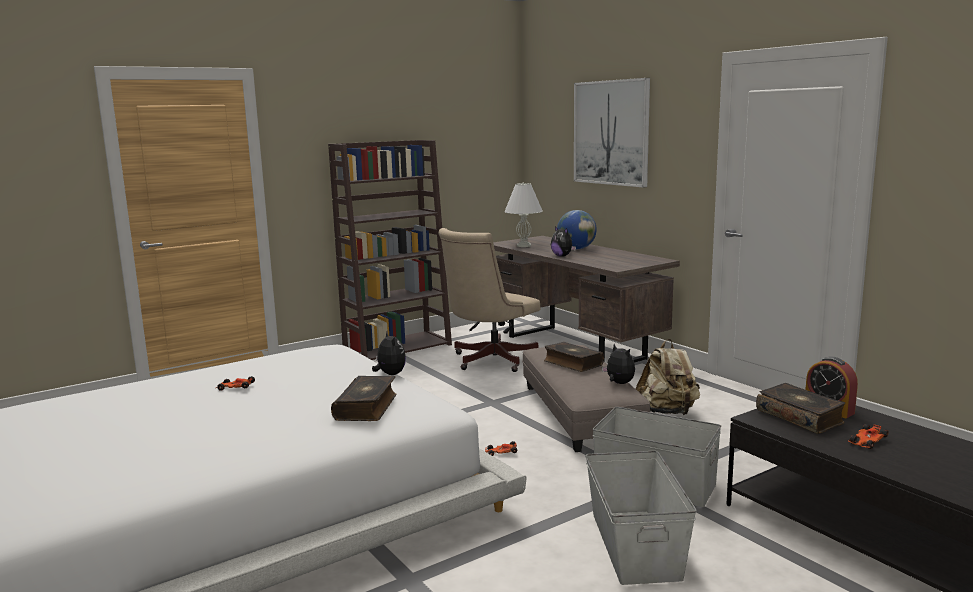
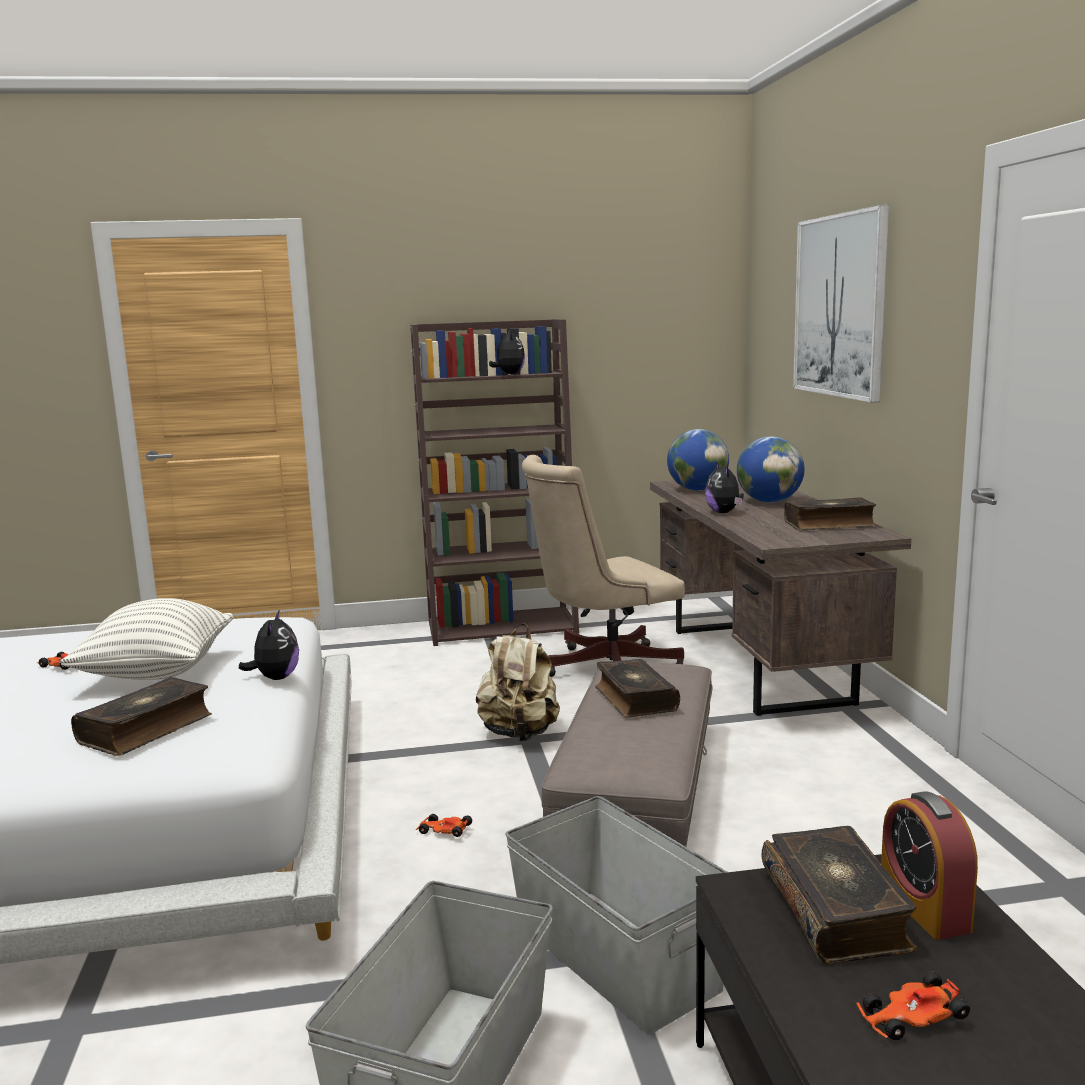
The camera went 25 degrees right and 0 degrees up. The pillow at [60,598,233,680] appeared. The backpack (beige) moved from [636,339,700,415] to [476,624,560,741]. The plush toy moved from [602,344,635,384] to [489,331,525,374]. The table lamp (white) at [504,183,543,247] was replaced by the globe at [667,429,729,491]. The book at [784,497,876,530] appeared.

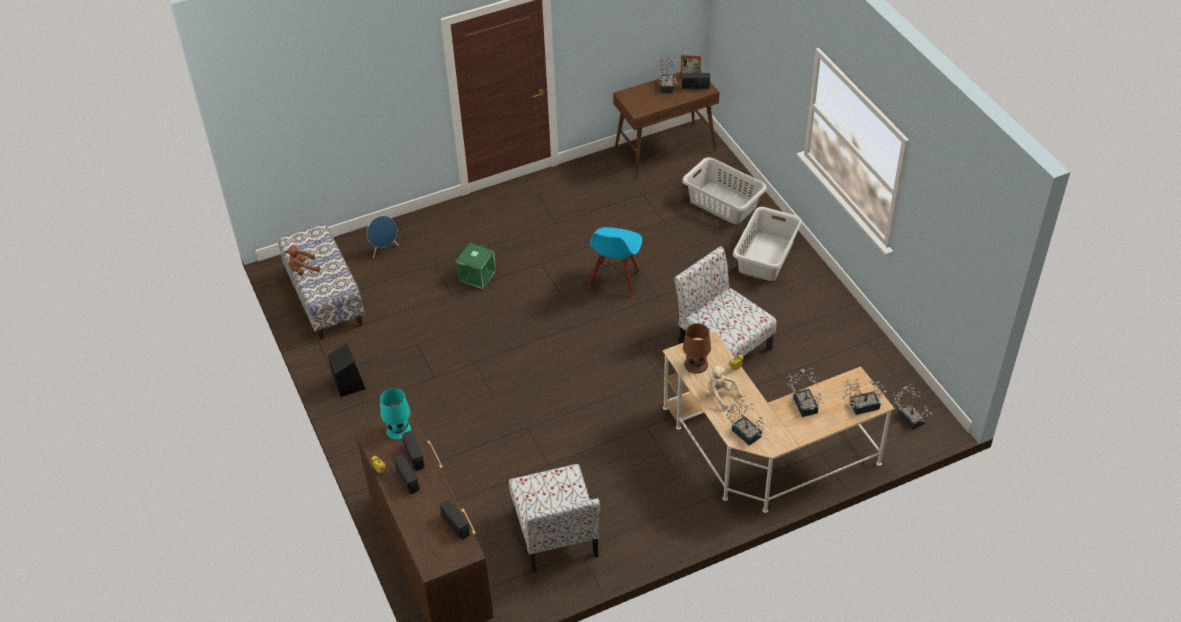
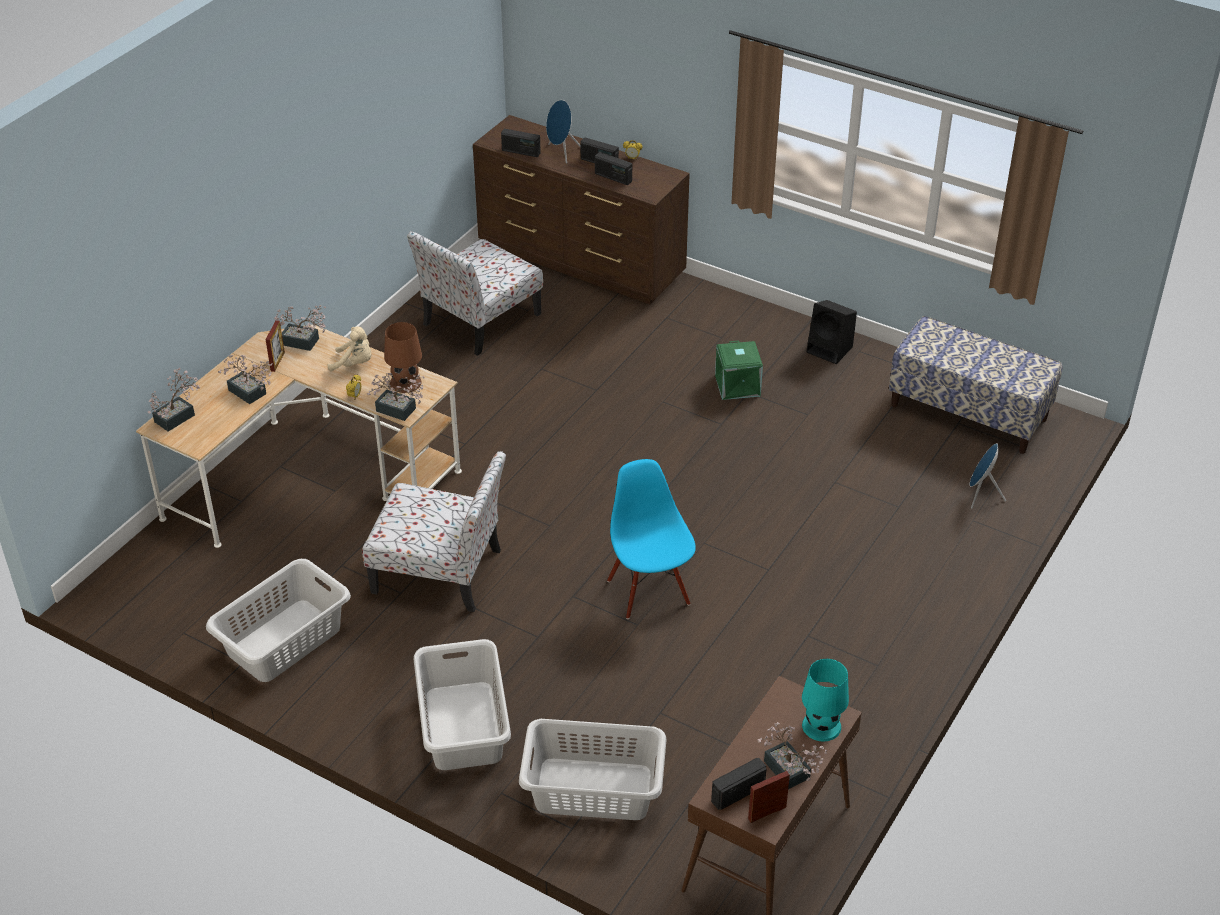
The camera went 145 degrees right and 5 degrees down. The laundry basket (grey) at [206,559,351,682] appeared. The picture frame at [265,320,285,372] appeared. The potted plant moved from [894,384,932,430] to [367,373,425,421]. The chair at [509,464,600,573] turned 90 degrees counterclockwise. The speaker (blue) at [546,100,581,164] appeared. The storage box (green) moved from [456,243,496,289] to [715,341,763,400]. The table lamp (turquoise) moved from [380,388,411,440] to [802,659,849,741]. The plush toy (brown) at [285,246,320,275] disappeared.

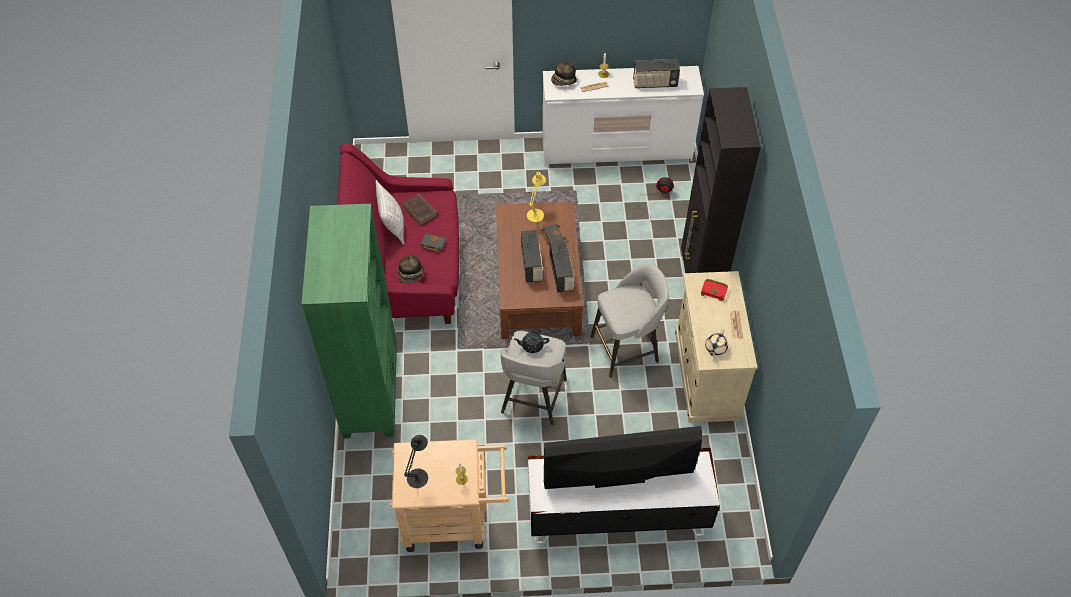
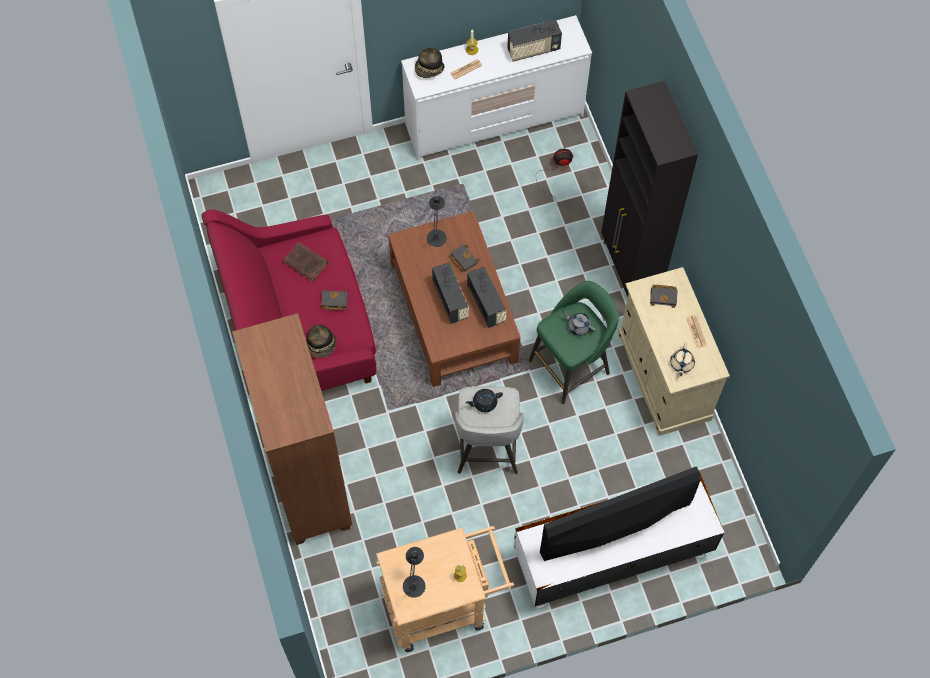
The camera went 15 degrees left and 10 degrees up. The bookcase (green) at [301,204,397,439] became the bookcase (brown) at [232,313,352,545]. The table lamp (yellow) at [527,172,546,222] became the table lamp (black) at [427,196,447,247]. The stool (grey) at [590,263,669,378] became the stool (green) at [529,281,619,404]. The teapot (grey) at [562,311,596,336] appeared. The book (red) at [700,279,728,301] became the book (black) at [650,285,678,308]. The pillow at [376,180,404,245] disappeared.

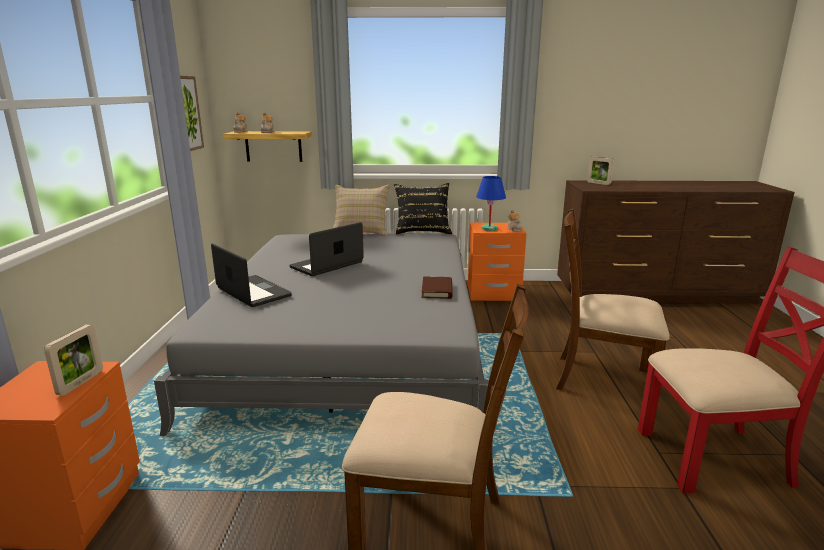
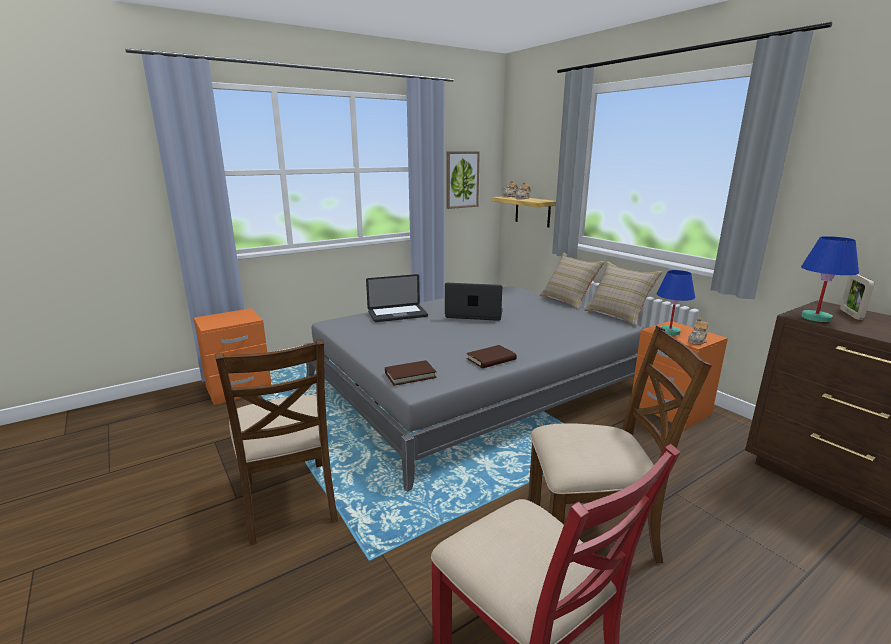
The camera went 55 degrees right and 0 degrees up. The laptop at [211,243,292,307] turned 60 degrees clockwise. The book (brown) at [385,360,437,386] appeared. The chair (brown) at [556,209,670,390] turned 105 degrees clockwise. The pillow (black) at [394,183,452,235] became the pillow (beige) at [584,261,662,327]. The table lamp (blue) at [801,236,859,322] appeared. The picture frame at [44,325,103,396] disappeared.

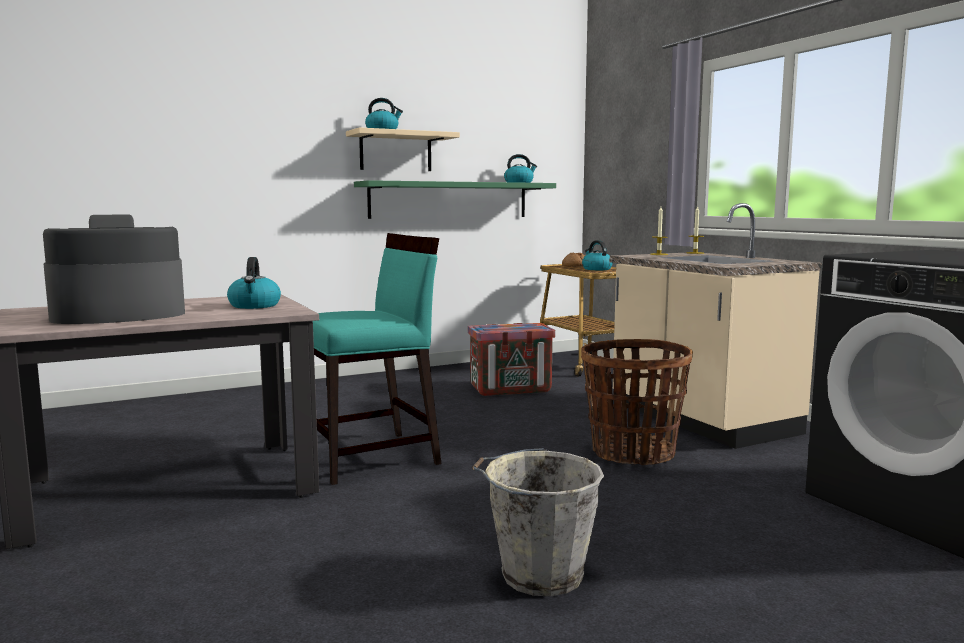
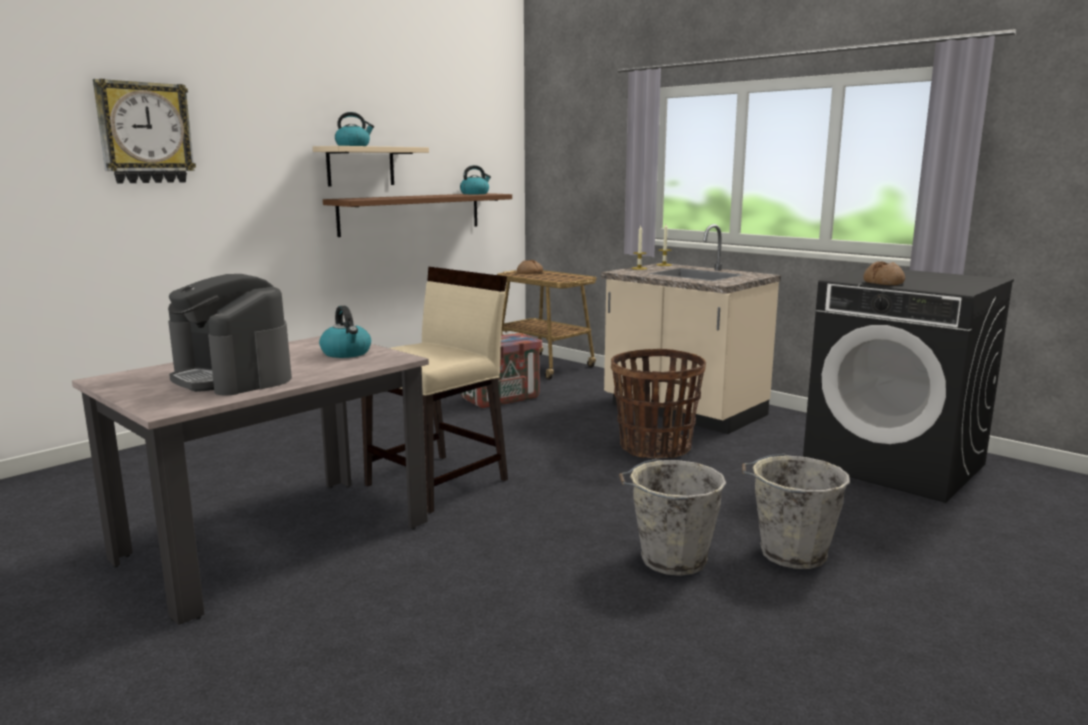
The camera went 20 degrees left and 5 degrees up. The wall clock at [93,79,196,184] appeared. The coffee machine at [43,214,185,324] turned 90 degrees counterclockwise. The shelf (green) at [354,180,556,219] became the shelf (brown) at [323,193,512,237]. The chair (turquoise) at [313,233,442,485] became the chair (beige) at [361,267,508,513]. The bucket (grey) at [742,454,850,569] appeared. The bread at [863,261,905,285] appeared. The kettle at [582,240,613,270] disappeared.

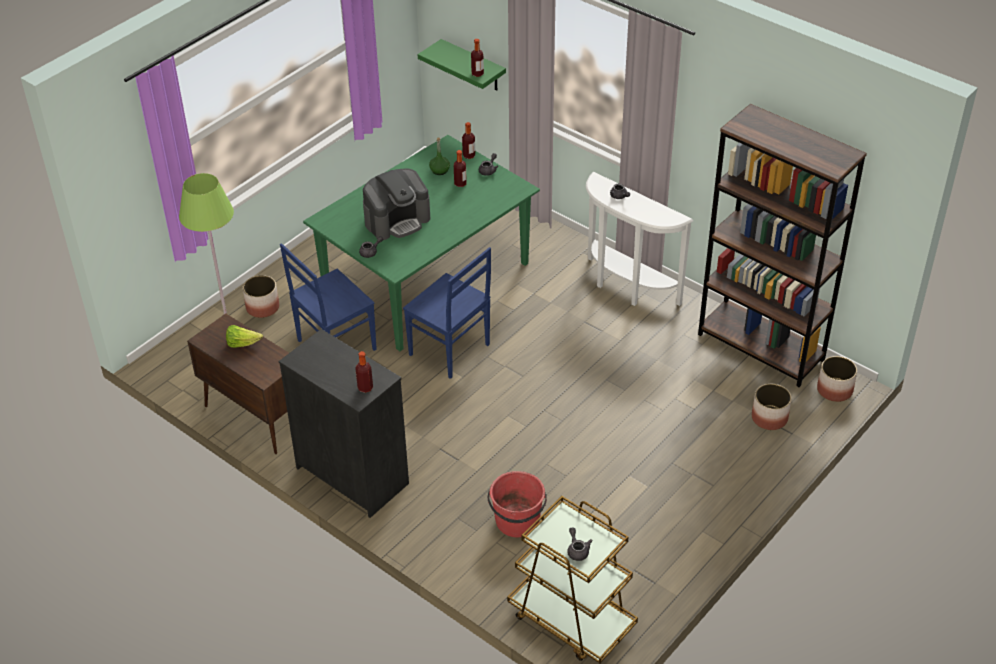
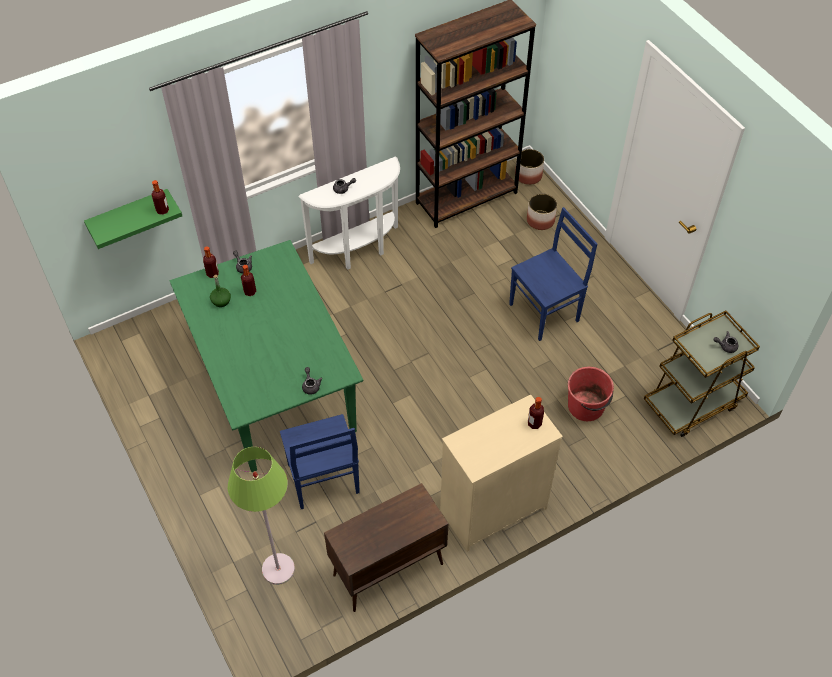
The camera went 70 degrees left and 10 degrees up. The dresser (black) at [279,329,409,518] became the dresser (beige) at [440,395,563,552]. The chair (blue) moved from [403,247,491,379] to [509,207,597,341]. The lettuce at [226,325,263,348] disappeared. The planter at [243,275,279,318] disappeared. The coffee machine at [363,169,430,240] disappeared.

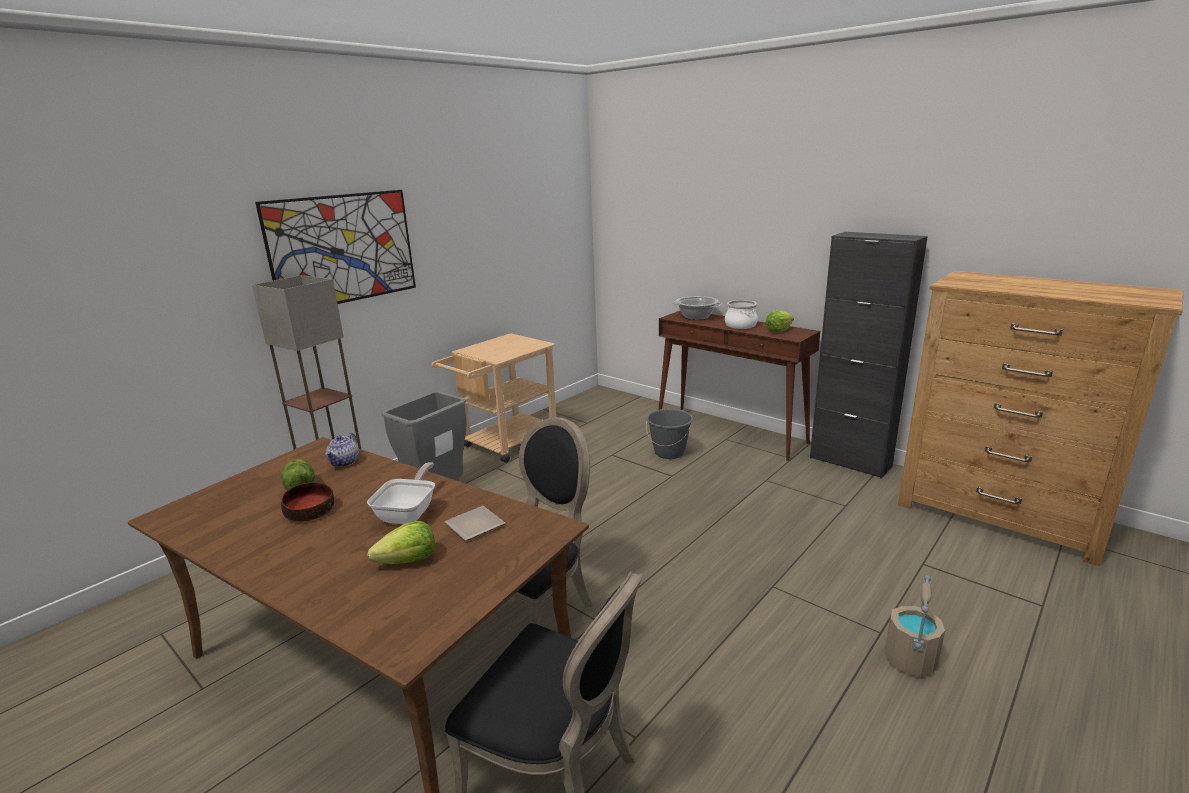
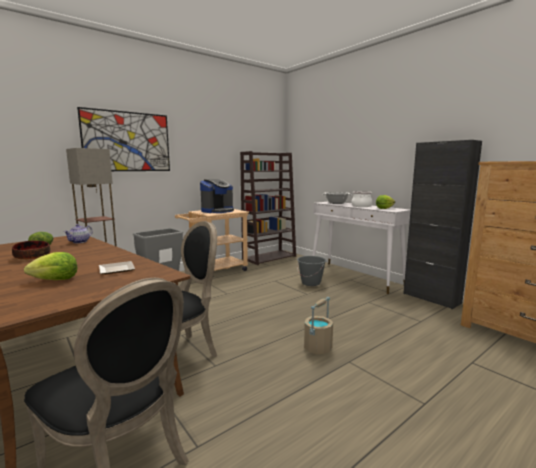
The camera went 10 degrees right and 10 degrees down. The coffee machine at [200,179,234,213] appeared. The bookcase (brown) at [240,151,296,265] appeared. The bucket (beige) moved from [885,575,945,678] to [304,297,333,354]. The console table (brown) at [659,310,820,461] became the console table (white) at [312,202,411,294]. The frying pan at [367,462,435,524] disappeared.

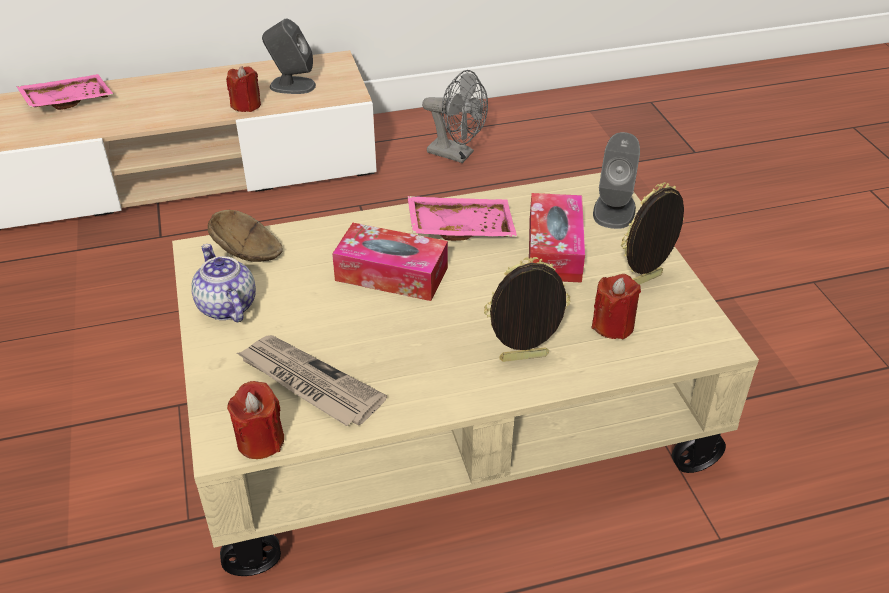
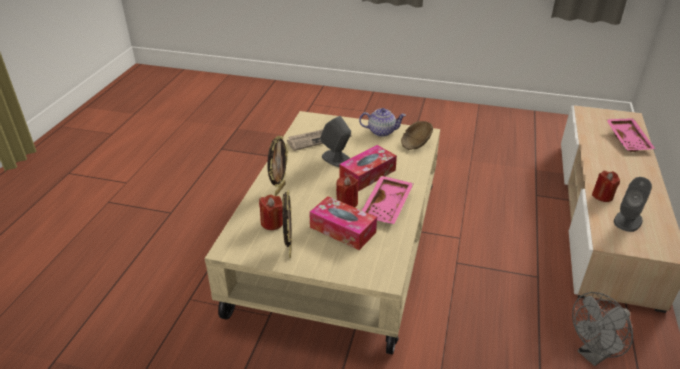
The camera went 120 degrees right and 5 degrees down. The speaker (grey) moved from [593,132,640,229] to [320,116,351,167]. The candle (red) moved from [227,381,284,459] to [336,175,359,207].

